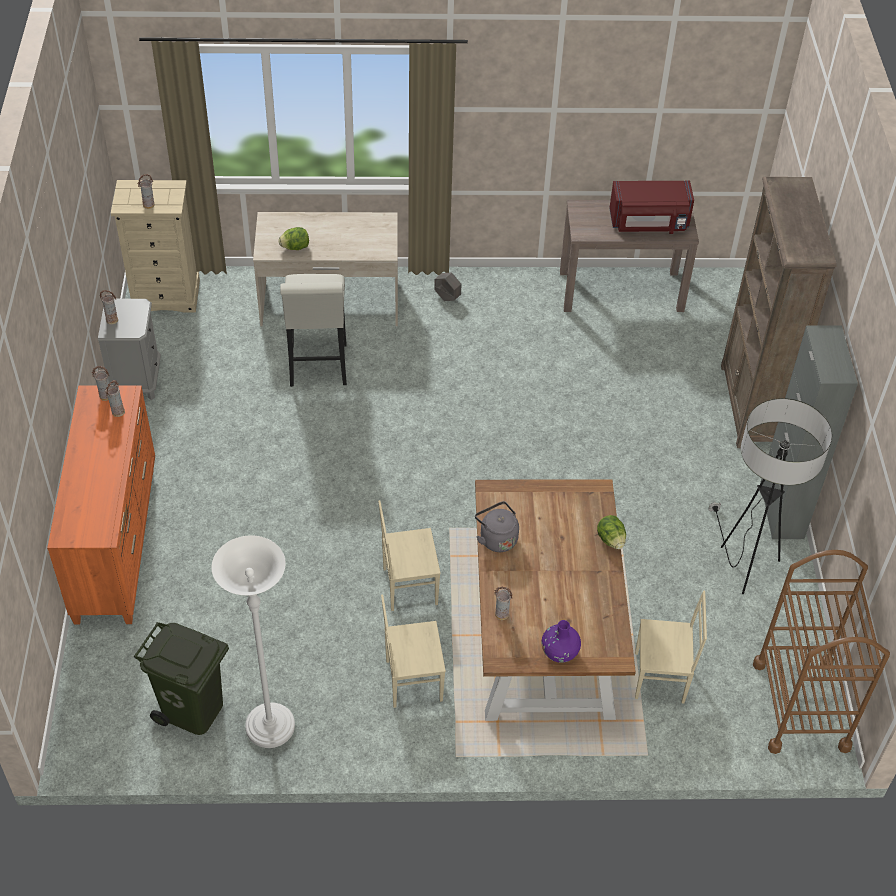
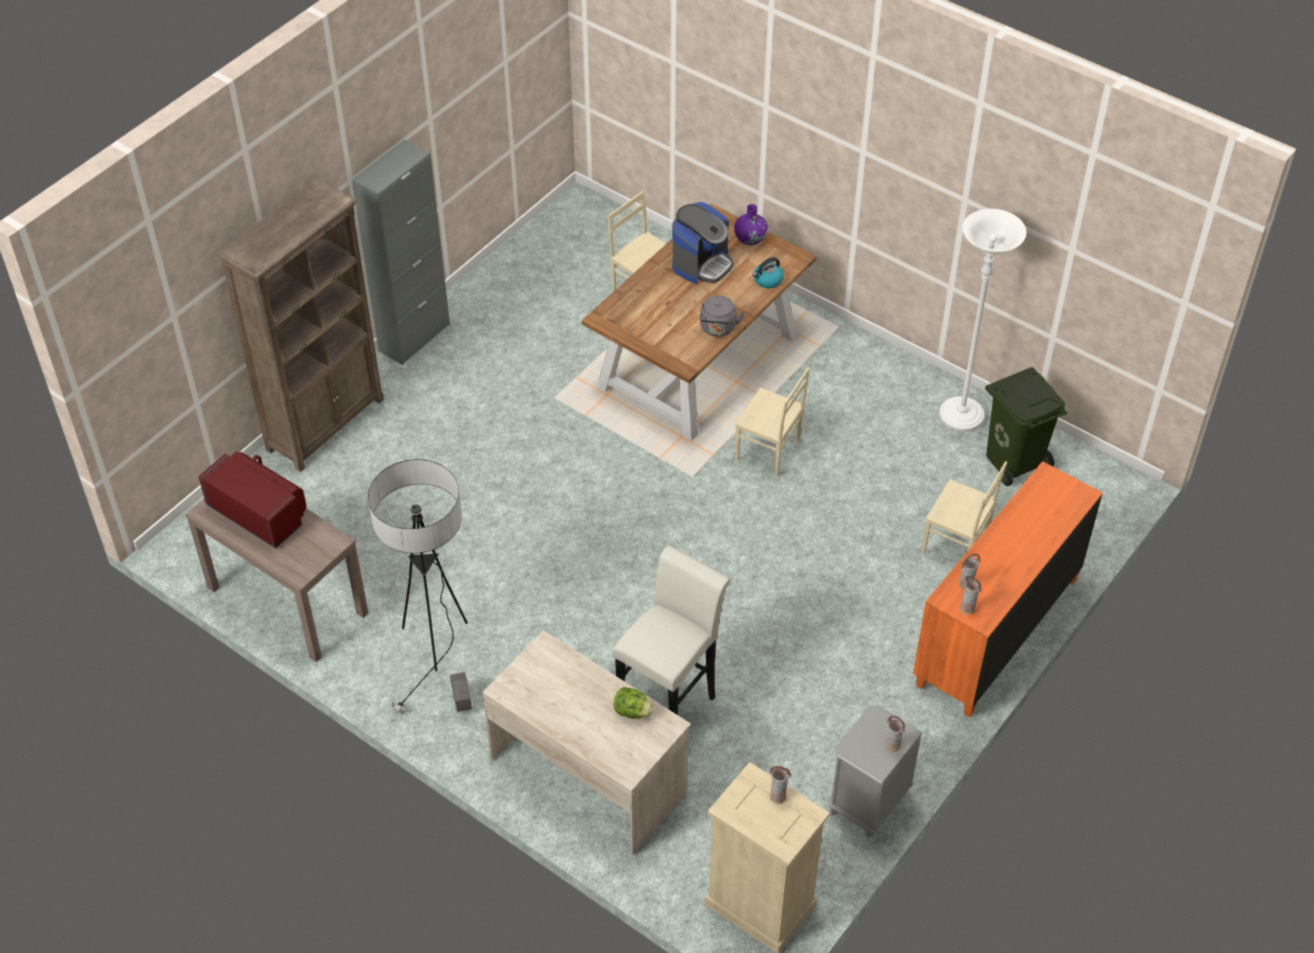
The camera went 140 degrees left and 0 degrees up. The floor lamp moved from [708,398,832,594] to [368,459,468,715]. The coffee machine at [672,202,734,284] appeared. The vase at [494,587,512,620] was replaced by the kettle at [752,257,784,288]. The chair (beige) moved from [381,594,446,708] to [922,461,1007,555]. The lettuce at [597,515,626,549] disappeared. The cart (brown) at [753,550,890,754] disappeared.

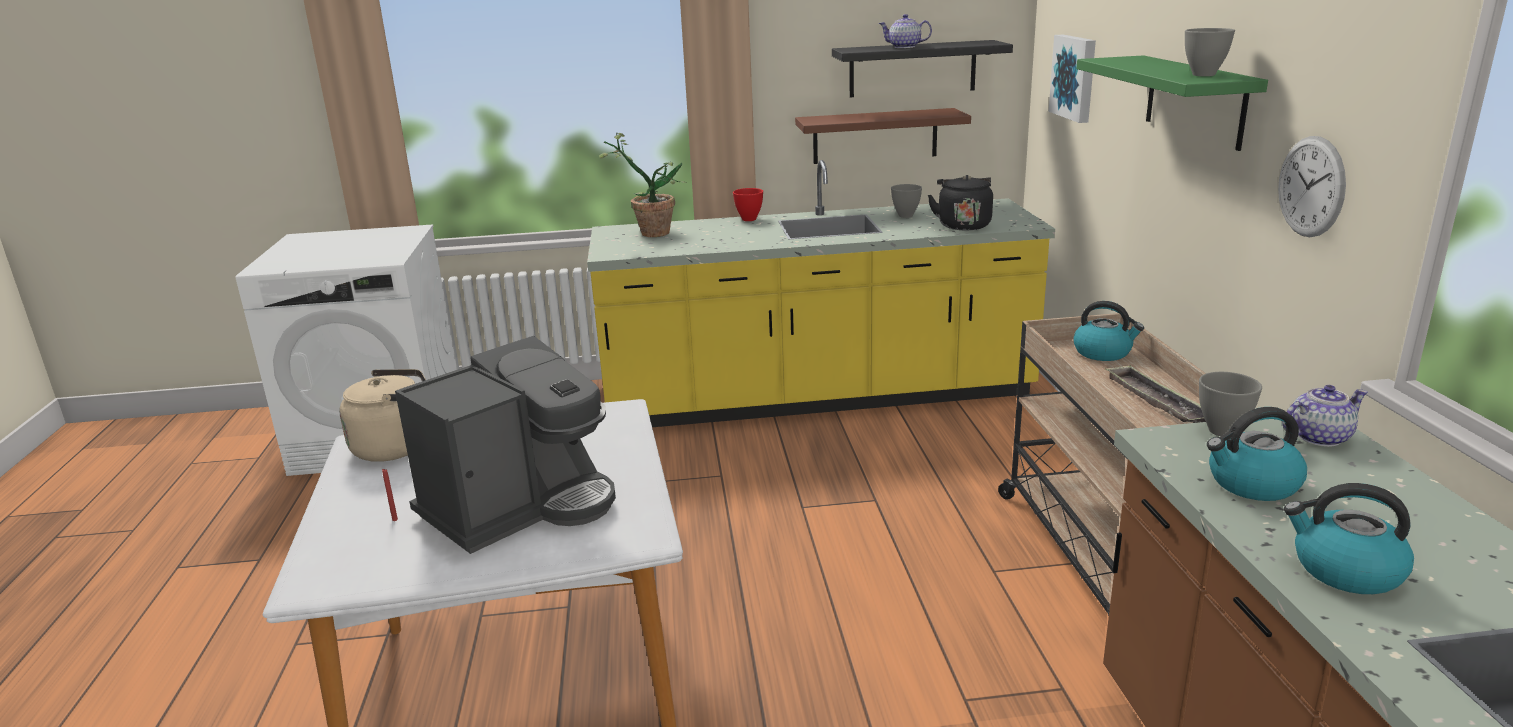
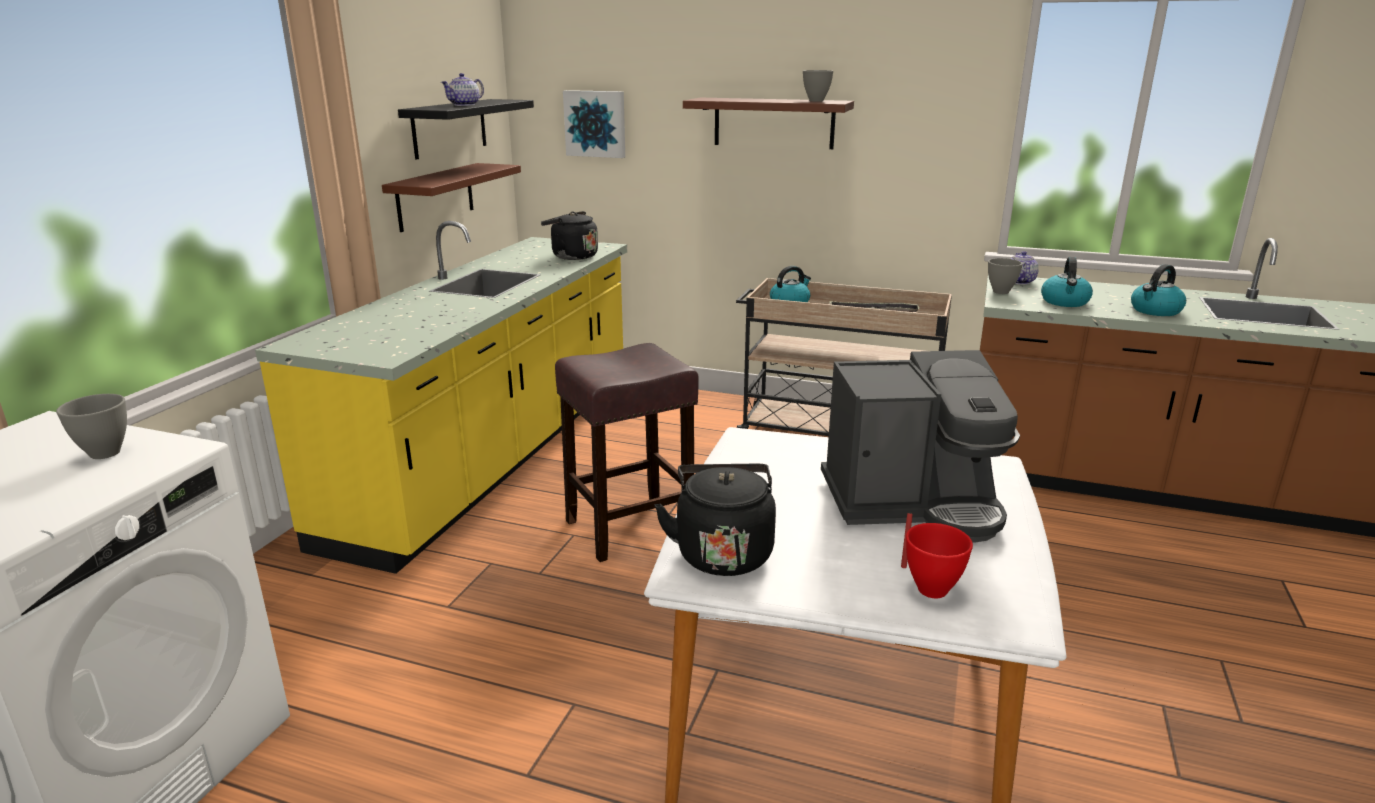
The camera went 65 degrees left and 0 degrees up. The bowl (grey) moved from [891,184,922,218] to [56,394,127,459]. The stool (brown) at [555,343,699,562] appeared. The kettle (beige) at [339,369,426,462] became the kettle (black) at [655,464,776,576]. The shelf (green) at [1077,55,1268,151] became the shelf (brown) at [683,98,854,149]. The coffee machine at [395,336,616,554] turned 105 degrees clockwise. The bowl (red) moved from [733,188,763,221] to [906,523,973,598]. The potted plant at [599,133,687,237] disappeared. The wall clock at [1278,136,1346,237] disappeared.

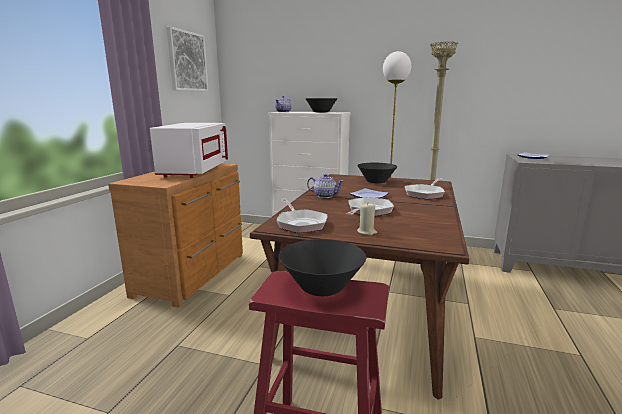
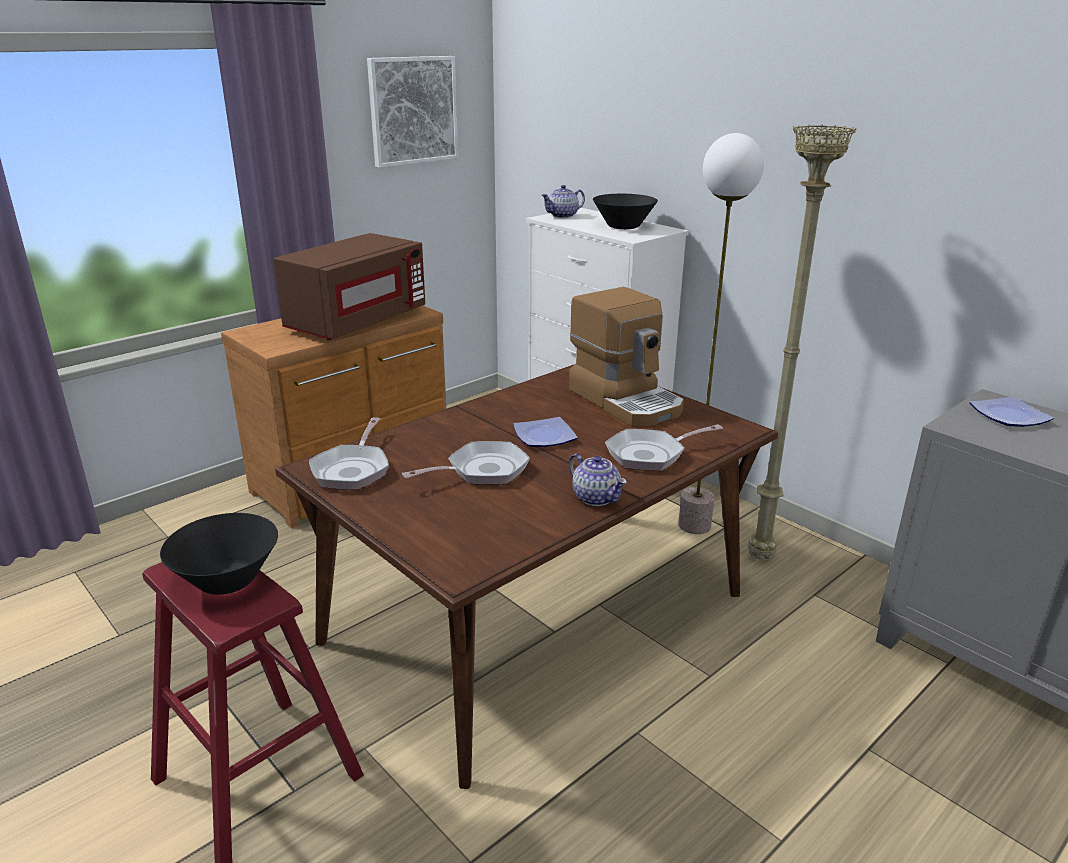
The camera went 30 degrees right and 10 degrees up. The microwave (white) at [150,123,228,178] became the microwave (brown) at [273,233,425,340]. The bowl (black) at [357,163,397,183] was replaced by the coffee machine at [569,287,684,426]. The teapot moved from [307,174,344,198] to [569,453,627,506]. The candle (beige) at [357,204,377,235] disappeared.

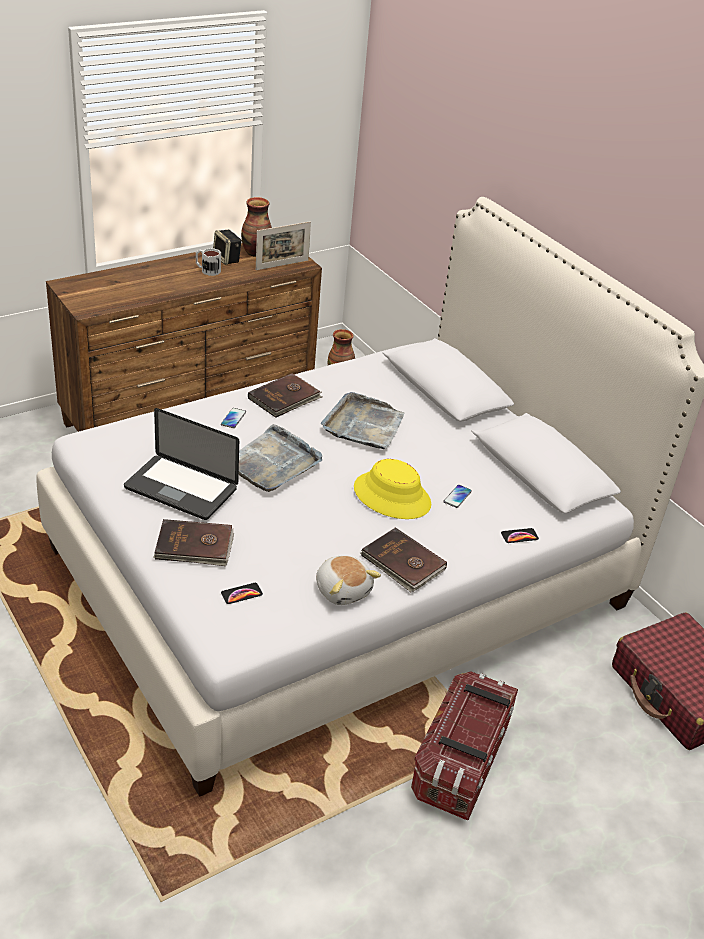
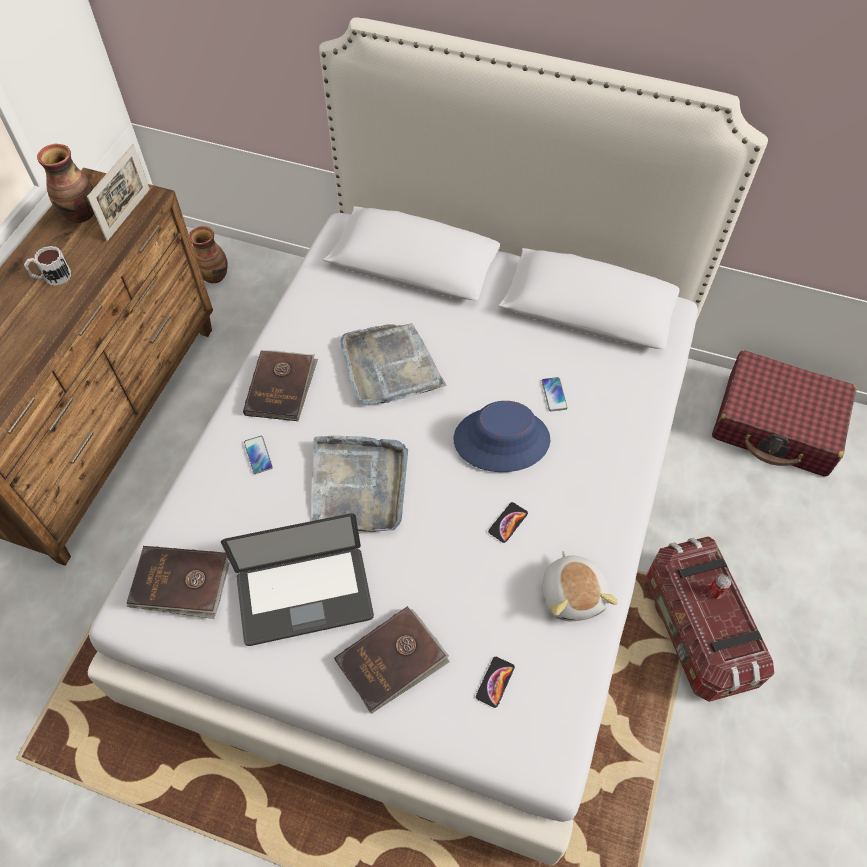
The camera went 35 degrees left and 20 degrees up. The book (brown) moved from [361,527,447,592] to [127,546,230,619]. The hat (yellow) at [354,459,431,519] became the hat (blue) at [454,401,550,472]. The phone moved from [501,528,539,543] to [488,502,528,543]. The plush toy at [316,555,381,605] turned 60 degrees clockwise. The can at [708,574,731,599] appeared. The speaker at [213,230,242,265] disappeared.

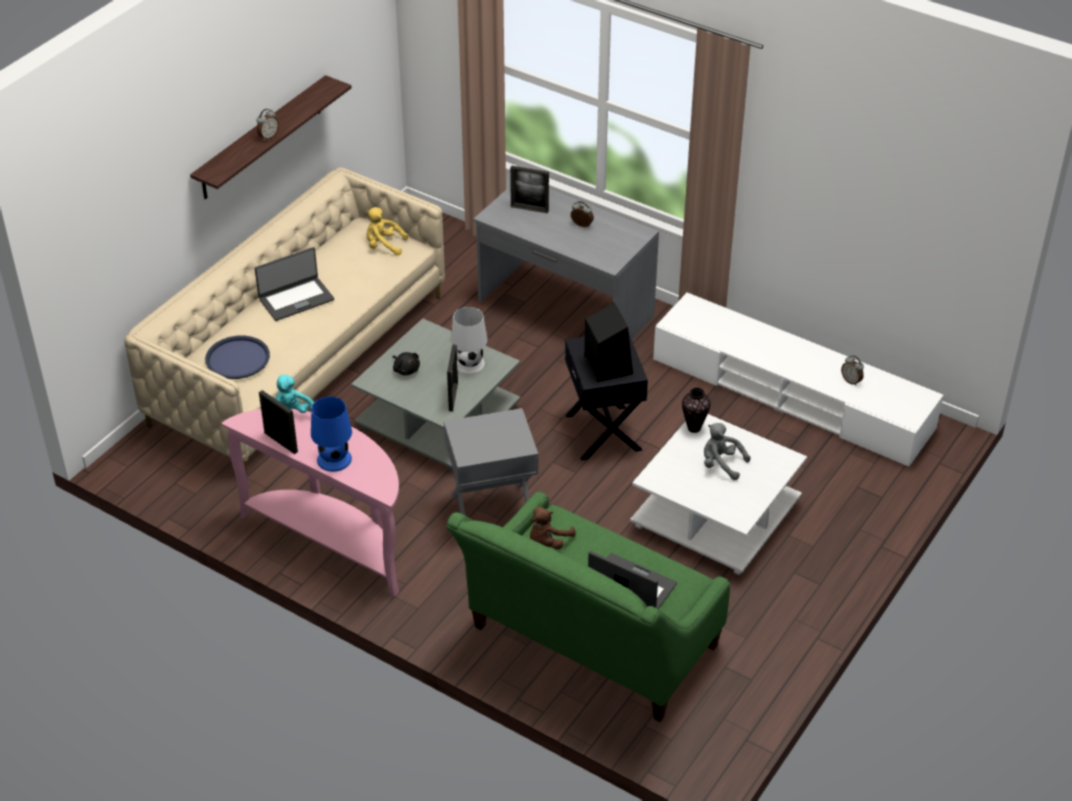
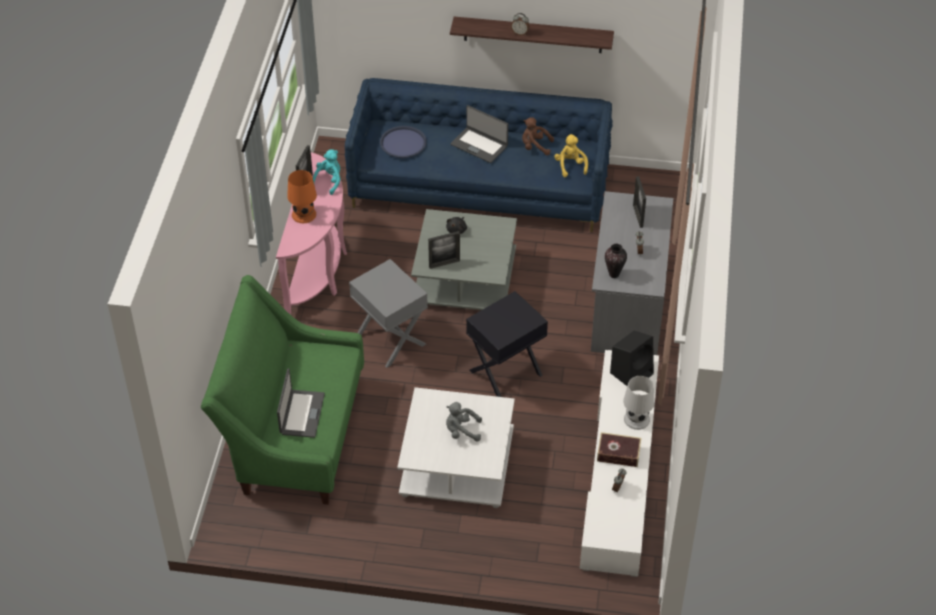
The camera went 65 degrees right and 5 degrees up. The table lamp (blue) at [311,396,352,472] became the table lamp (orange) at [287,170,317,223]. The sofa (beige) at [124,168,445,475] became the sofa (blue) at [345,78,613,232]. The plush toy (grey) at [704,423,750,480] turned 90 degrees counterclockwise. The plush toy (brown) moved from [530,507,576,550] to [522,117,554,155]. The book at [597,432,642,467] appeared. The vase moved from [682,387,711,433] to [605,244,627,278]. The speaker (black) moved from [584,302,633,382] to [610,331,654,386]. The table lamp (white) moved from [451,307,488,375] to [623,376,655,430].

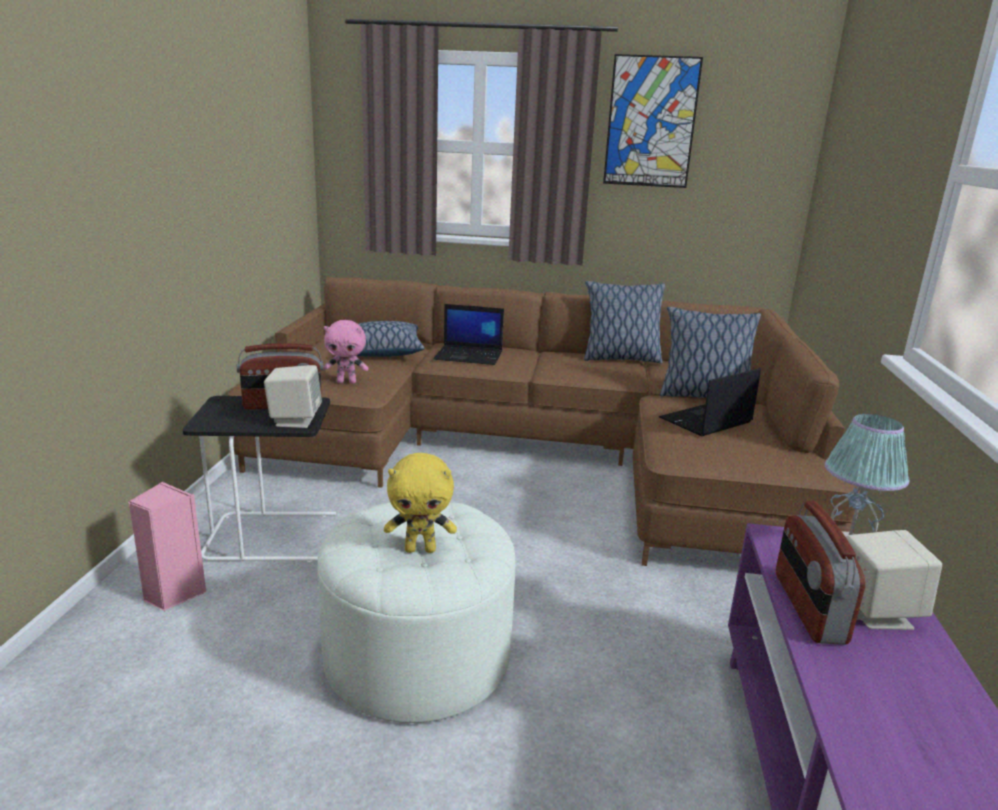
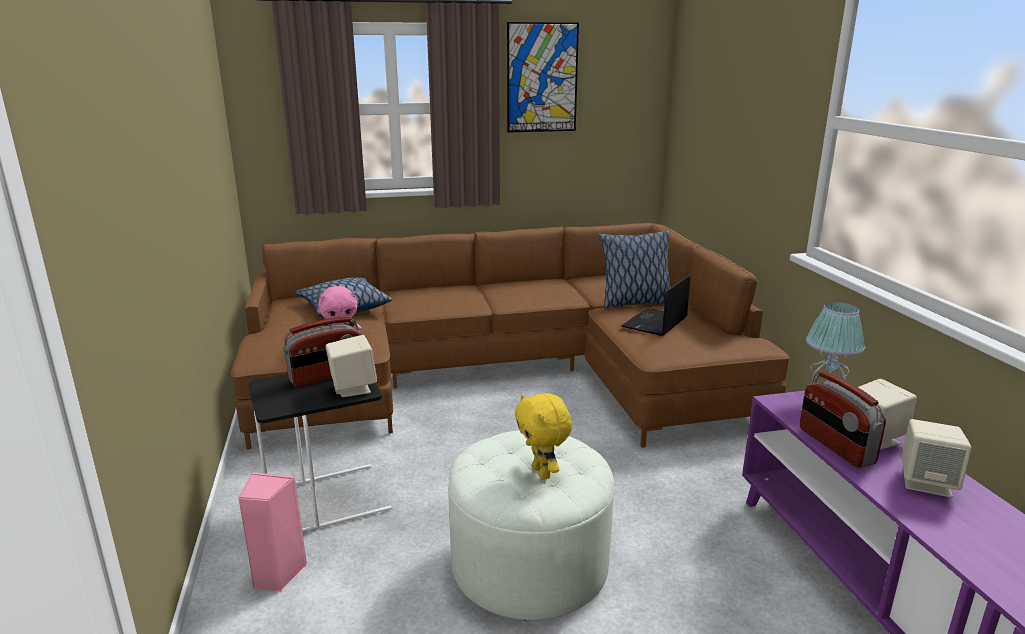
The camera went 20 degrees left and 0 degrees up. The plush toy (yellow) at [384,453,457,553] turned 90 degrees clockwise. The speaker (beige) at [902,419,972,498] appeared. The laptop at [433,304,504,365] disappeared. The pillow at [584,281,665,363] disappeared.

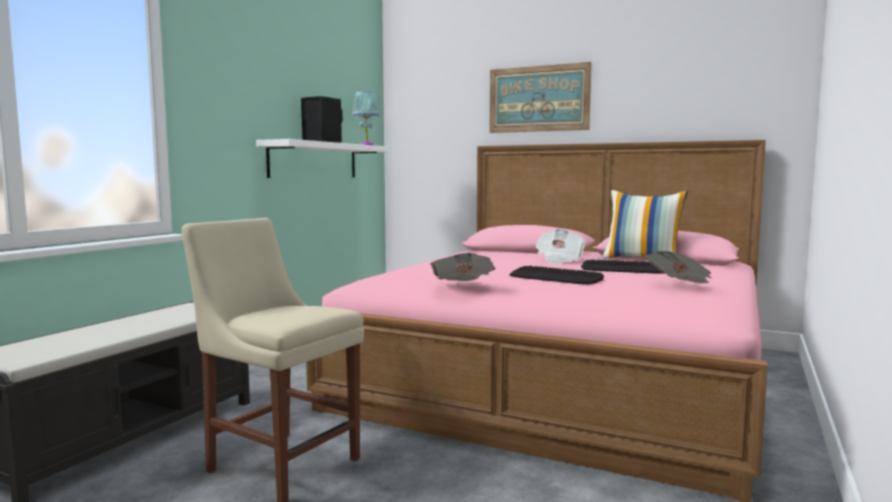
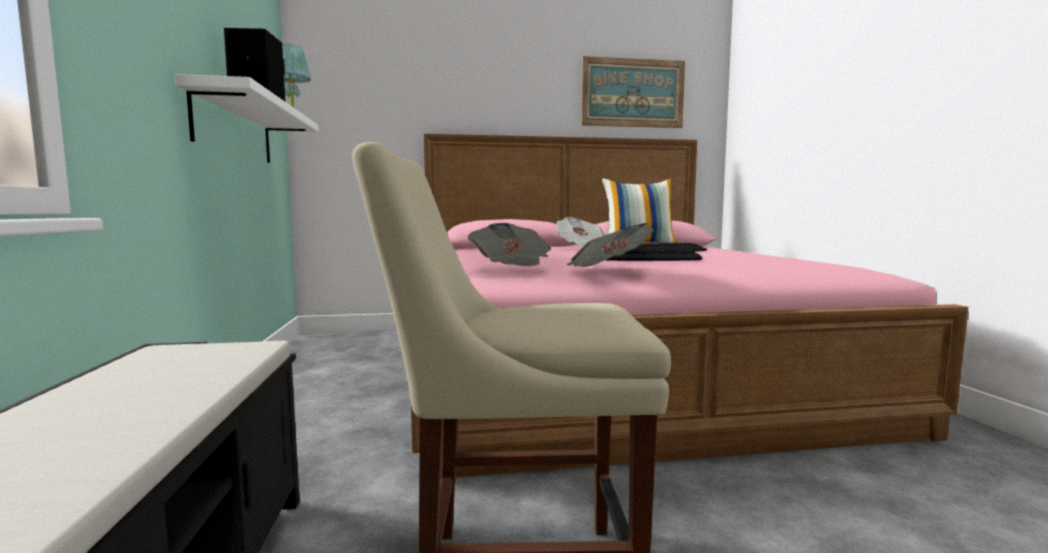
The camera went 35 degrees left and 0 degrees up. The newspaper moved from [644,251,712,283] to [468,223,551,266]. The picture moved from [489,62,592,133] to [581,56,685,128].

